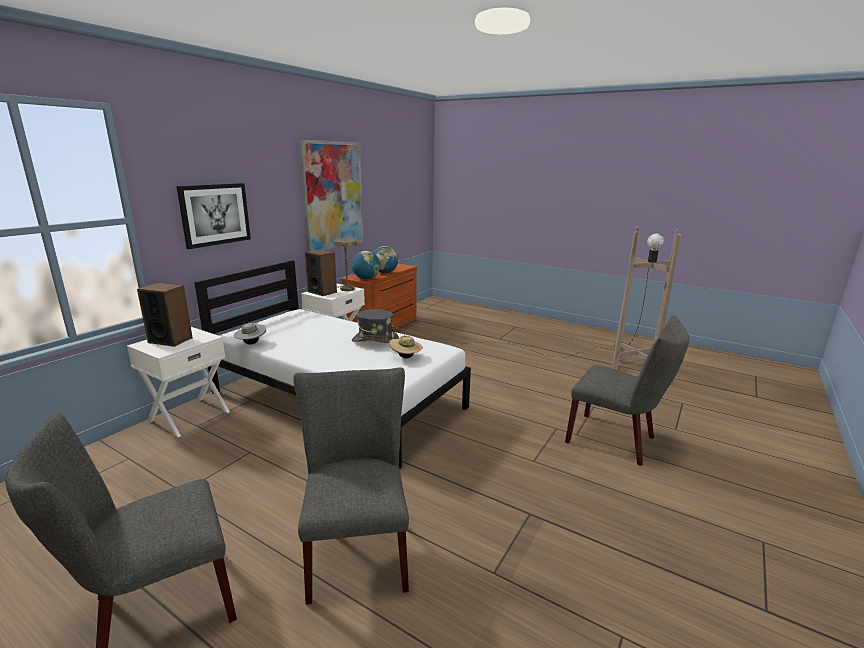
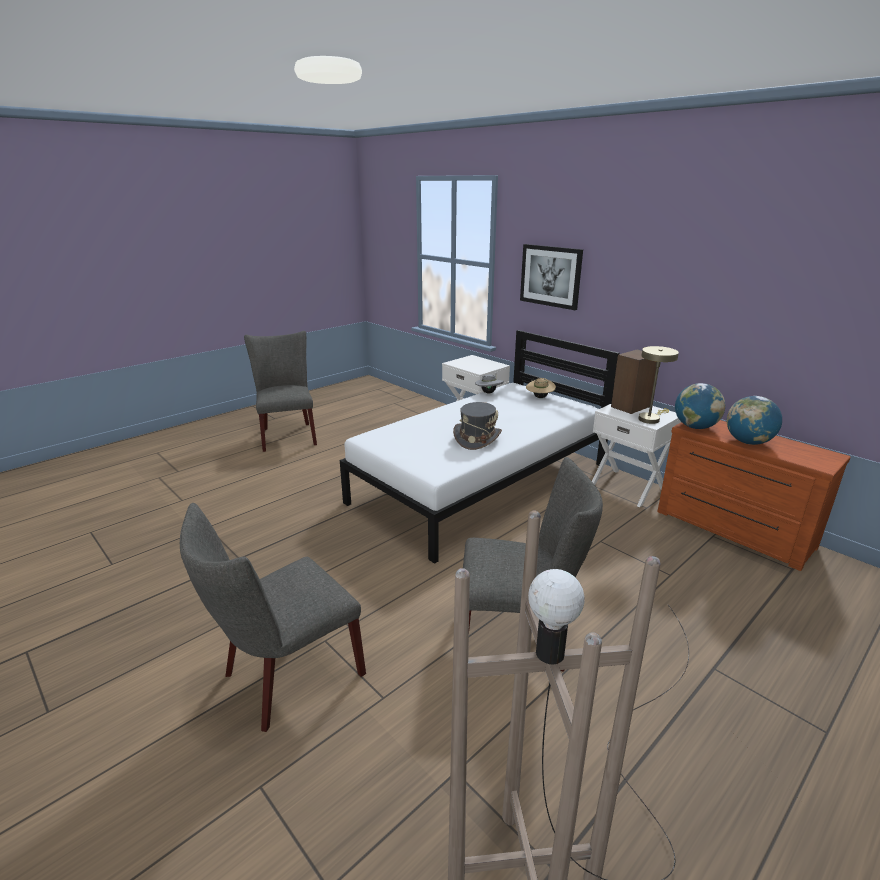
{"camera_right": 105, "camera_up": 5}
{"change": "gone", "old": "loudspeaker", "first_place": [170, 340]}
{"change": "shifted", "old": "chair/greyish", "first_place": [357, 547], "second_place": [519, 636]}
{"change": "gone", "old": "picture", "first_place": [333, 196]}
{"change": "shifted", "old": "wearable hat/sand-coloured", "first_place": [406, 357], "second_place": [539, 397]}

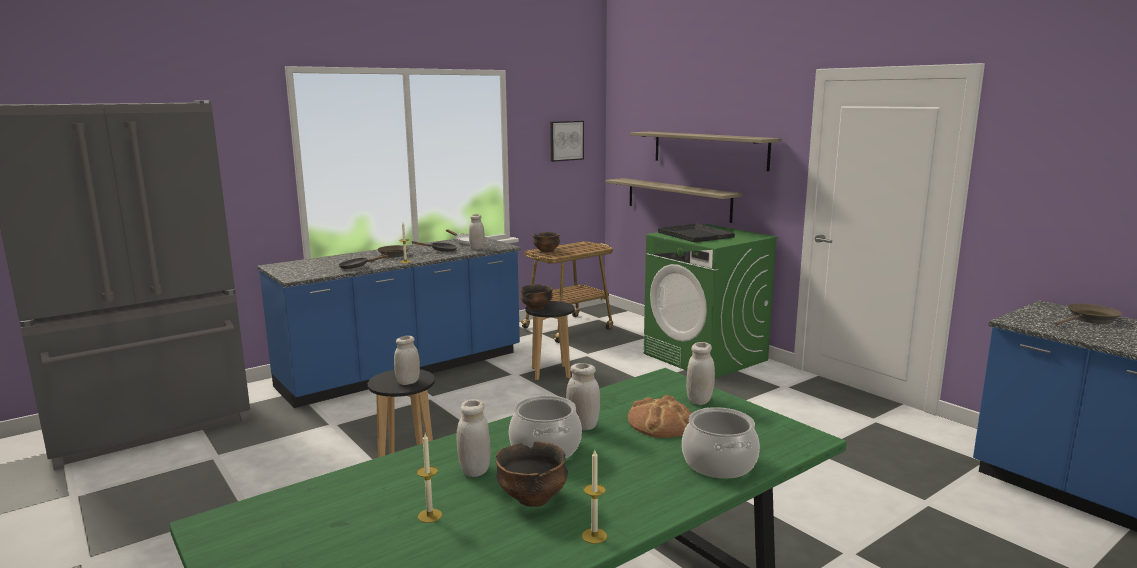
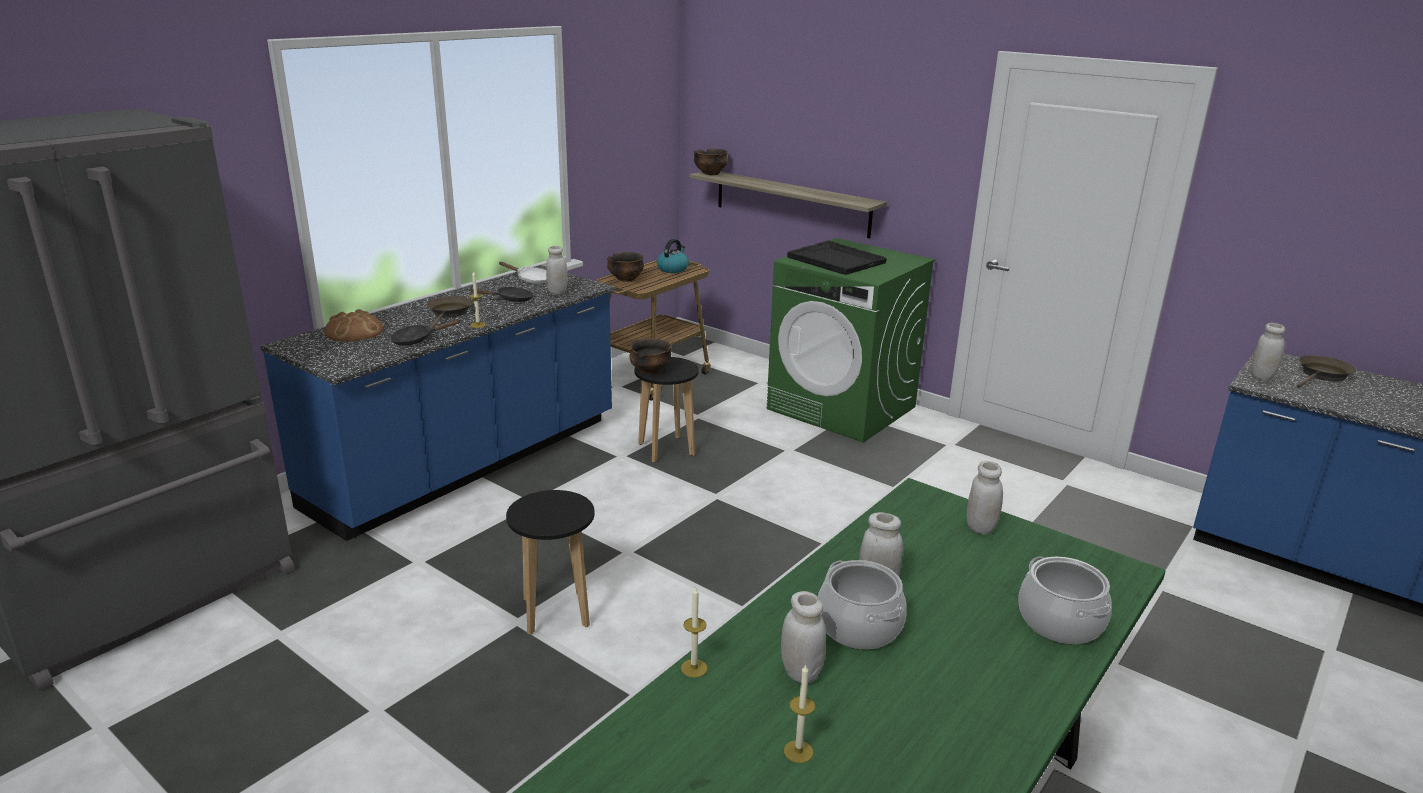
{"camera_right": -15, "camera_up": 10}
{"change": "shifted", "old": "jar/white", "first_place": [408, 382], "second_place": [1261, 377]}
{"change": "shifted", "old": "deep dish", "first_place": [533, 498], "second_place": [710, 173]}
{"change": "gone", "old": "picture", "first_place": [566, 140]}
{"change": "shifted", "old": "wax light", "first_place": [594, 536], "second_place": [694, 668]}
{"change": "shifted", "old": "bread", "first_place": [662, 422], "second_place": [354, 331]}
{"change": "gone", "old": "wall shelf", "first_place": [709, 150]}
{"change": "new", "new": "tea kettle", "second_place": [672, 269]}

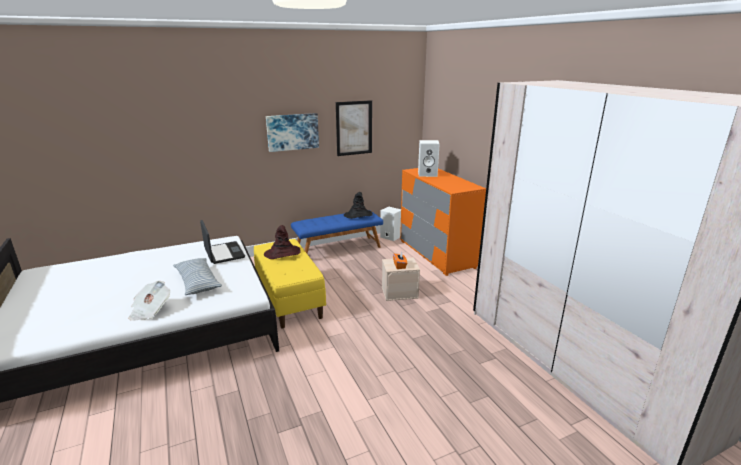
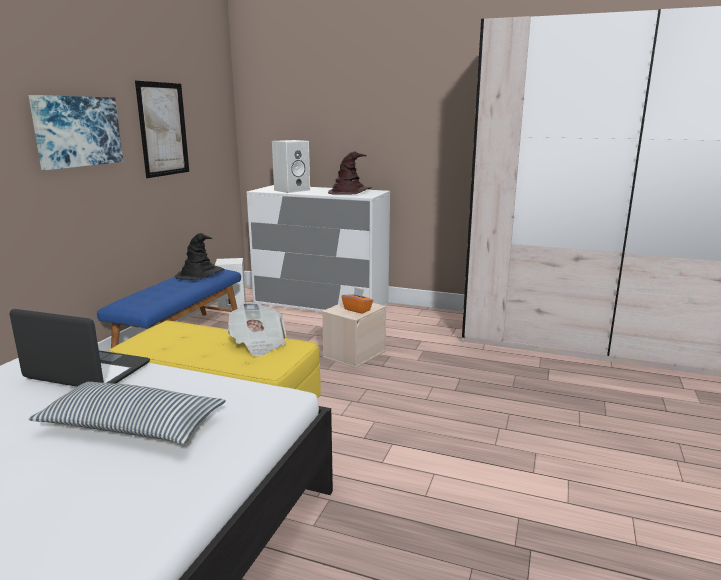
{"camera_right": -45, "camera_up": -5}
{"change": "shifted", "old": "newspaper", "first_place": [150, 310], "second_place": [258, 344]}
{"change": "shifted", "old": "wearable hat/brownish", "first_place": [282, 253], "second_place": [349, 192]}
{"change": "repainted", "old": "drawer chest/orange", "new": "drawer chest/white", "first_place": [436, 254], "second_place": [321, 304]}

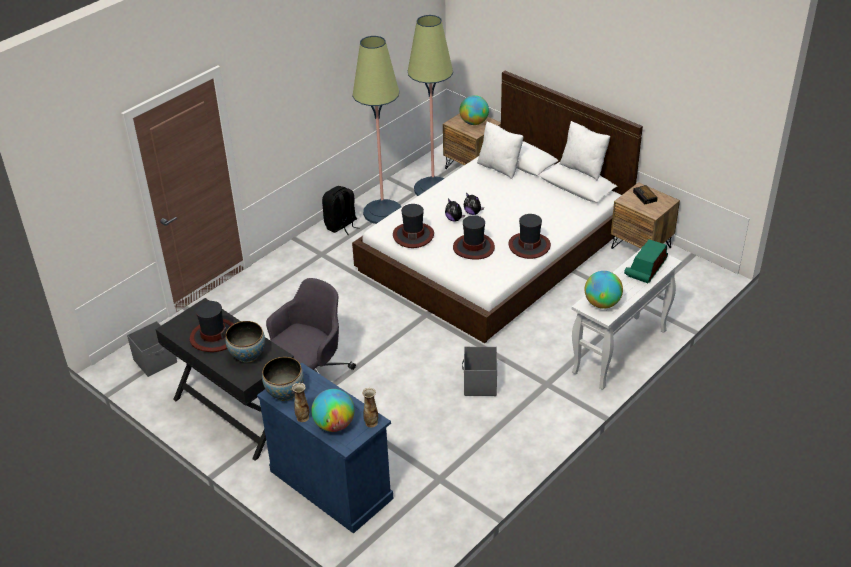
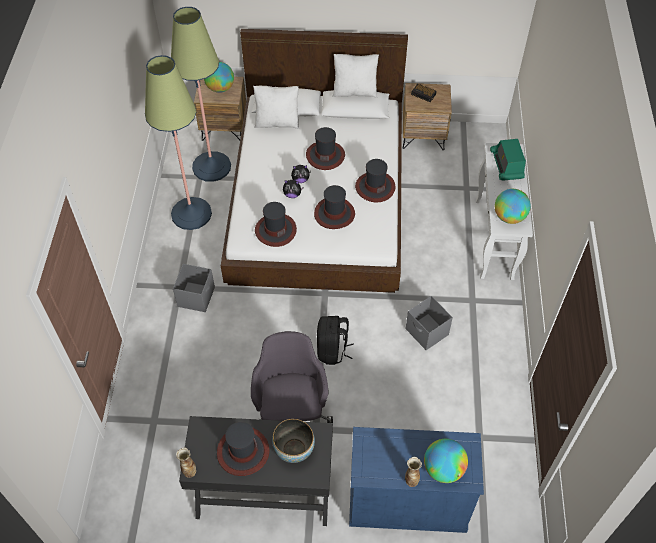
{"camera_right": -40, "camera_up": 15}
{"change": "shifted", "old": "storage bin/greyish", "first_place": [156, 361], "second_place": [196, 297]}
{"change": "gone", "old": "deep dish", "first_place": [285, 393]}
{"change": "shifted", "old": "knapsack/blackish", "first_place": [341, 226], "second_place": [332, 350]}
{"change": "shifted", "old": "vase", "first_place": [371, 422], "second_place": [189, 471]}
{"change": "new", "new": "wearable hat", "second_place": [325, 155]}

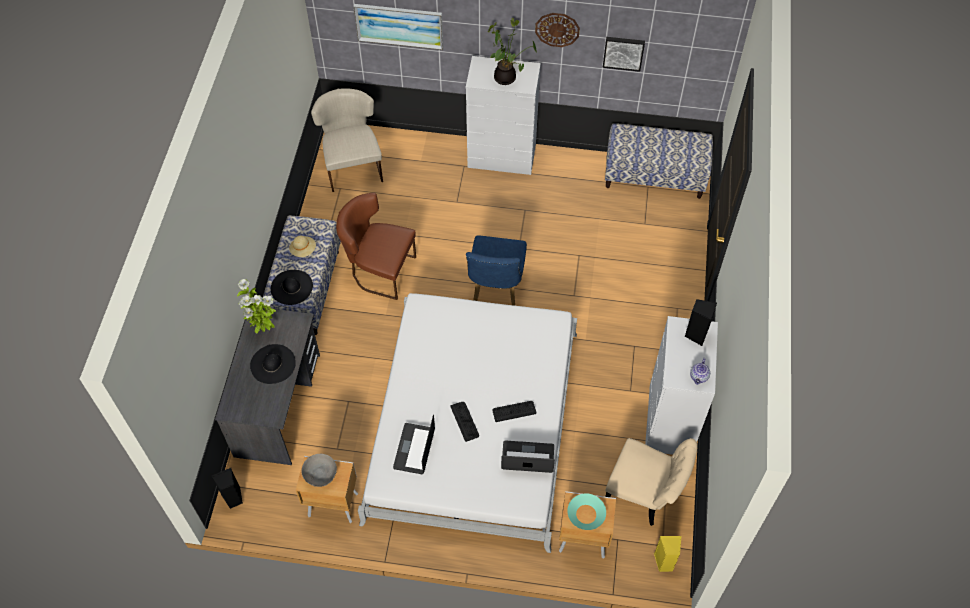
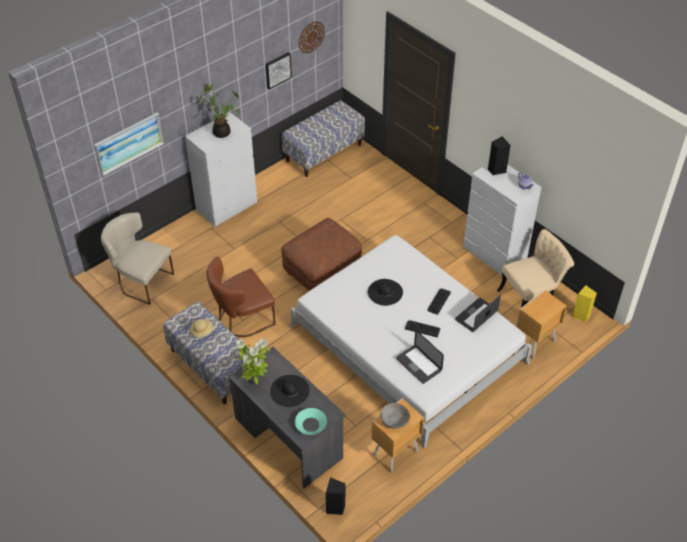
{"camera_right": -50, "camera_up": -10}
{"change": "shifted", "old": "wearable hat/blackish", "first_place": [292, 287], "second_place": [385, 292]}
{"change": "swapped", "old": "chair/blue-coloured", "new": "pouffe/brownish", "first_place": [495, 289], "second_place": [322, 272]}
{"change": "shifted", "old": "clock on the wall", "first_place": [557, 29], "second_place": [311, 37]}
{"change": "shifted", "old": "deep dish/blue-green", "first_place": [586, 514], "second_place": [311, 424]}

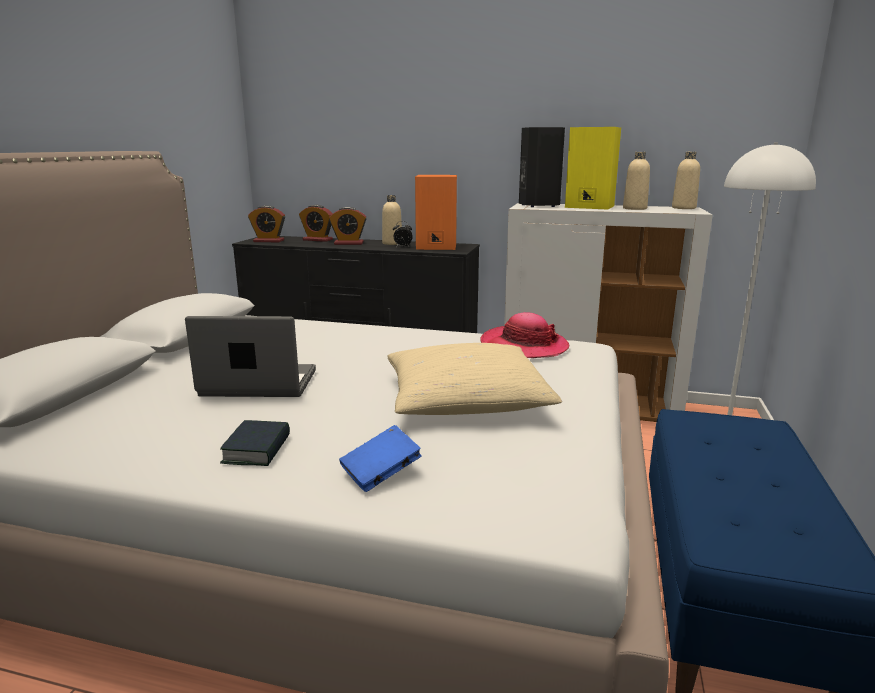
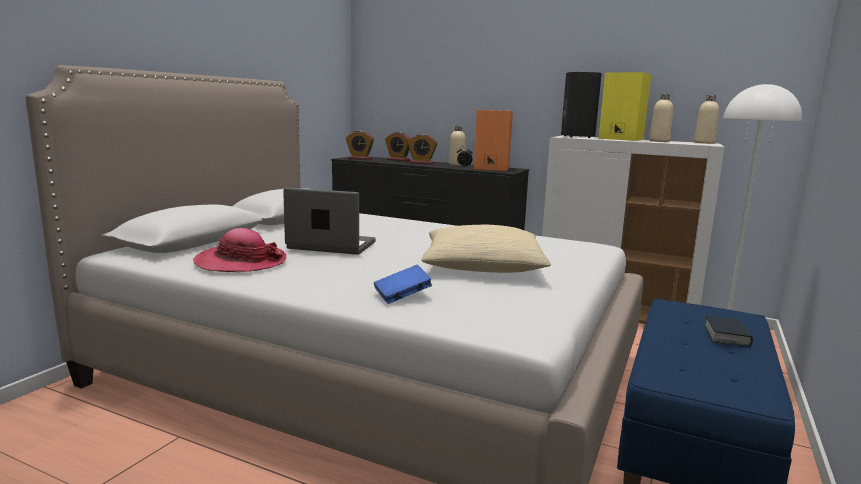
{"camera_right": 10, "camera_up": -5}
{"change": "shifted", "old": "bound book", "first_place": [257, 449], "second_place": [726, 336]}
{"change": "shifted", "old": "wearable hat", "first_place": [523, 346], "second_place": [241, 262]}

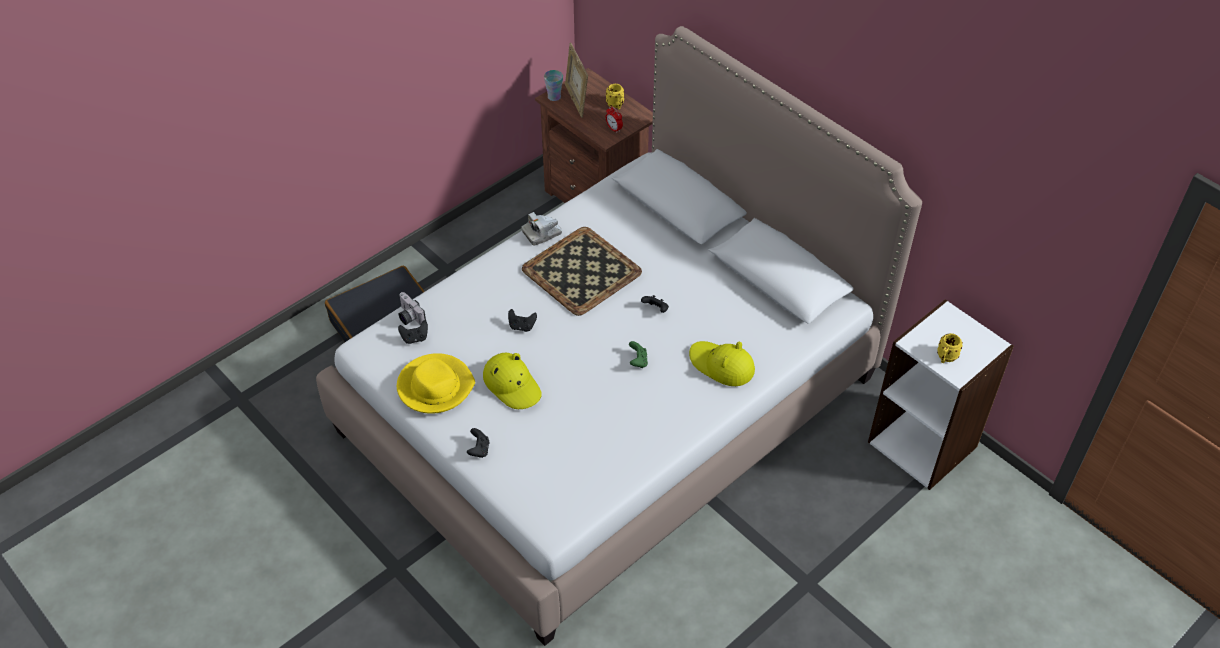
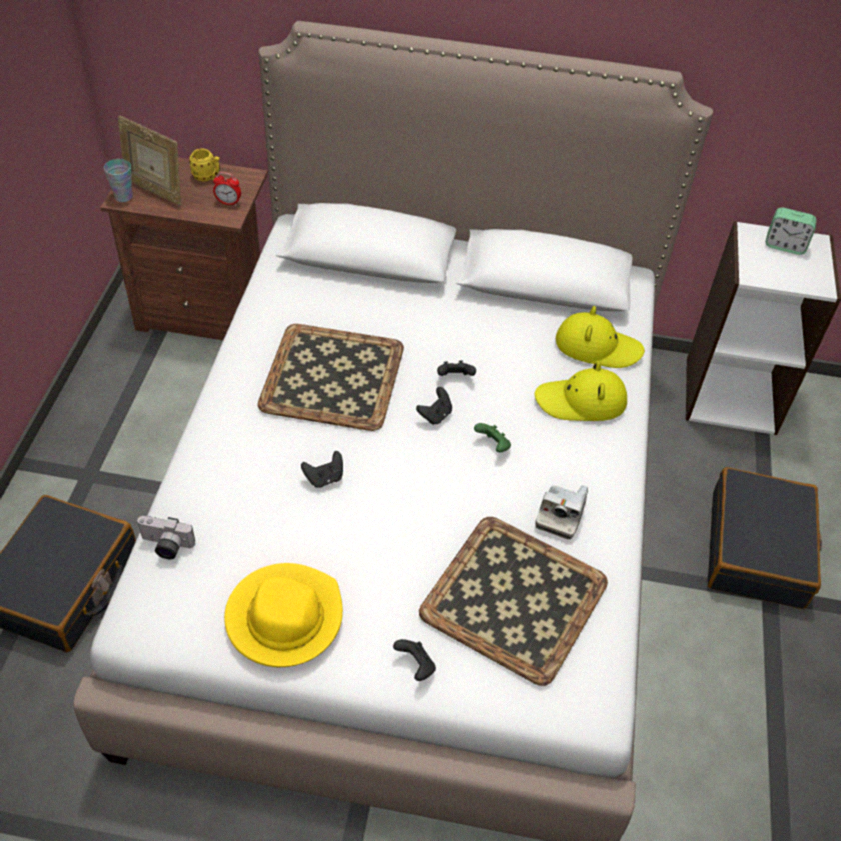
{"camera_right": -40, "camera_up": 0}
{"change": "shifted", "old": "gamepad/blackish", "first_place": [415, 338], "second_place": [435, 415]}
{"change": "shifted", "old": "wearable hat/yellow-coloured", "first_place": [512, 385], "second_place": [597, 347]}
{"change": "shifted", "old": "photo camera", "first_place": [542, 233], "second_place": [560, 515]}
{"change": "gone", "old": "tea mug/yellow-coloured", "first_place": [945, 358]}
{"change": "new", "new": "carrying tray", "second_place": [516, 597]}
{"change": "new", "new": "piece of luggage/blackish", "second_place": [758, 549]}
{"change": "new", "new": "bedside clock", "second_place": [785, 245]}

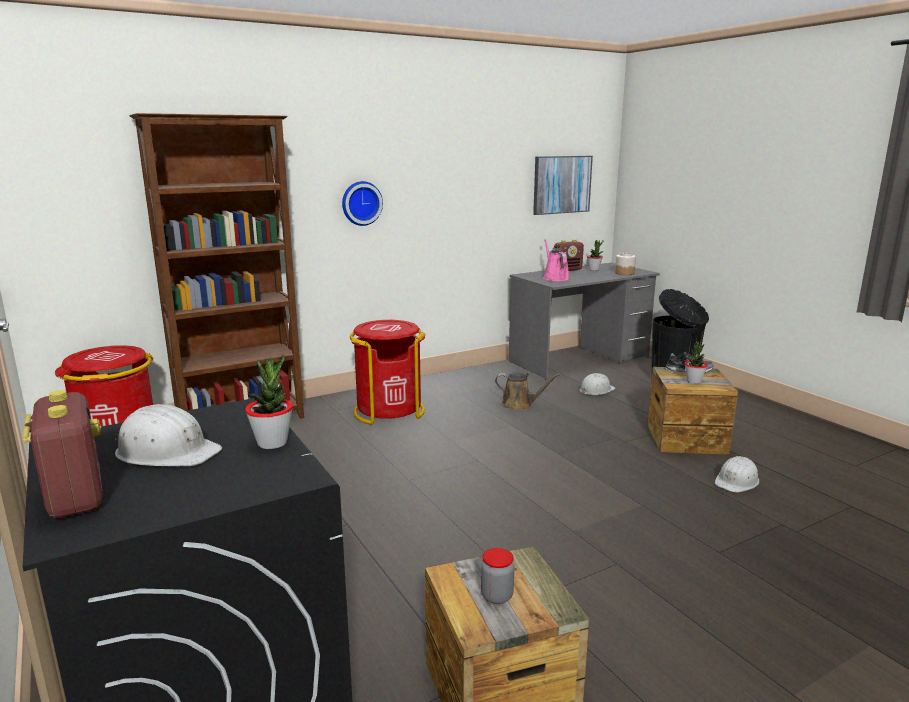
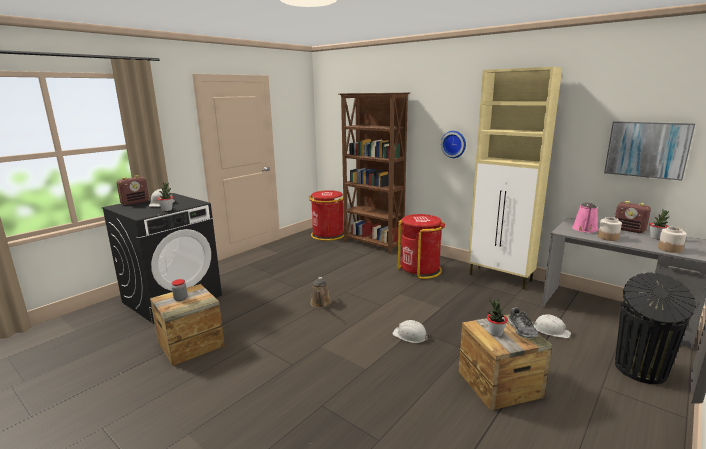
{"camera_right": 70, "camera_up": 0}
{"change": "shifted", "old": "sprinkling can/brownish", "first_place": [520, 405], "second_place": [321, 304]}
{"change": "rotated", "old": "sprinkling can/pink", "first_place": [555, 278], "second_place": [585, 229], "degrees": 150}
{"change": "shifted", "old": "hard hat/white", "first_place": [737, 481], "second_place": [410, 335]}
{"change": "new", "new": "cabinet/sand-coloured", "second_place": [501, 278]}
{"change": "new", "new": "jar", "second_place": [608, 237]}

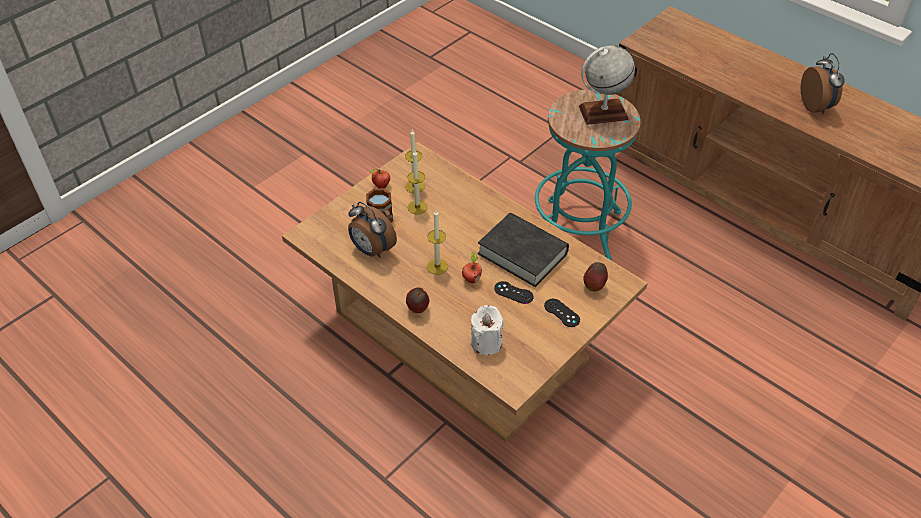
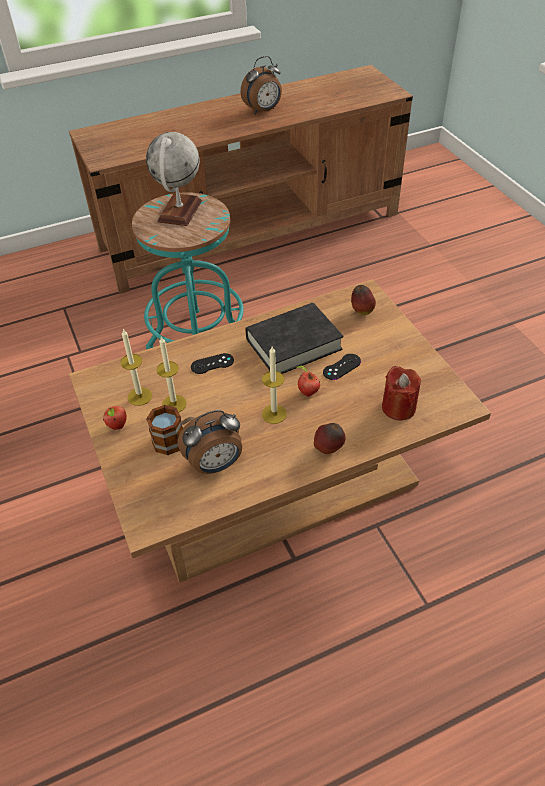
{"camera_right": -65, "camera_up": 0}
{"change": "repainted", "old": "wax light/white", "new": "wax light/red", "first_place": [486, 343], "second_place": [398, 407]}
{"change": "shifted", "old": "gamepad/blackish", "first_place": [562, 313], "second_place": [212, 364]}
{"change": "rotated", "old": "bedside clock", "first_place": [816, 106], "second_place": [263, 111], "degrees": 135}

